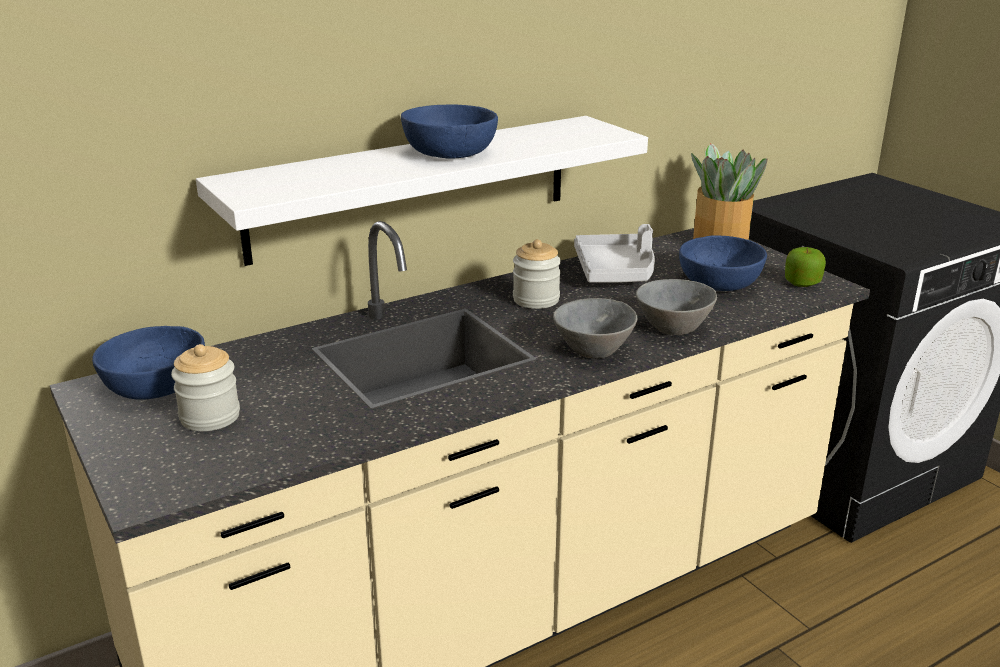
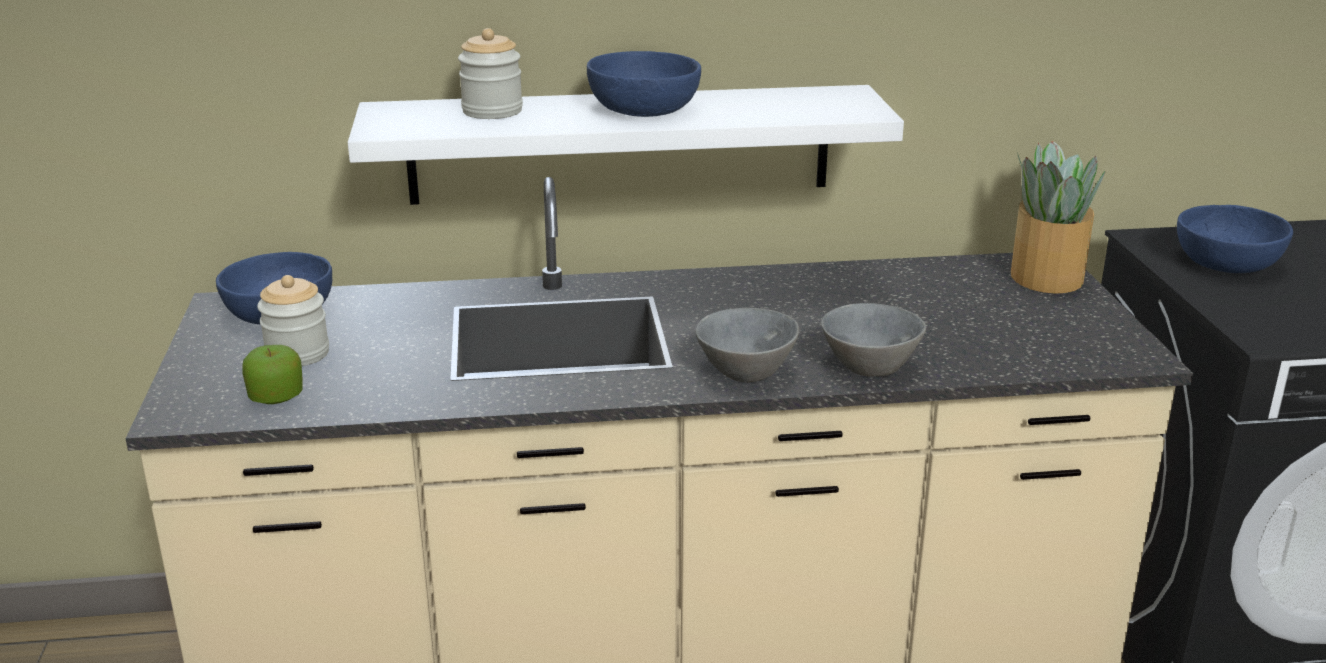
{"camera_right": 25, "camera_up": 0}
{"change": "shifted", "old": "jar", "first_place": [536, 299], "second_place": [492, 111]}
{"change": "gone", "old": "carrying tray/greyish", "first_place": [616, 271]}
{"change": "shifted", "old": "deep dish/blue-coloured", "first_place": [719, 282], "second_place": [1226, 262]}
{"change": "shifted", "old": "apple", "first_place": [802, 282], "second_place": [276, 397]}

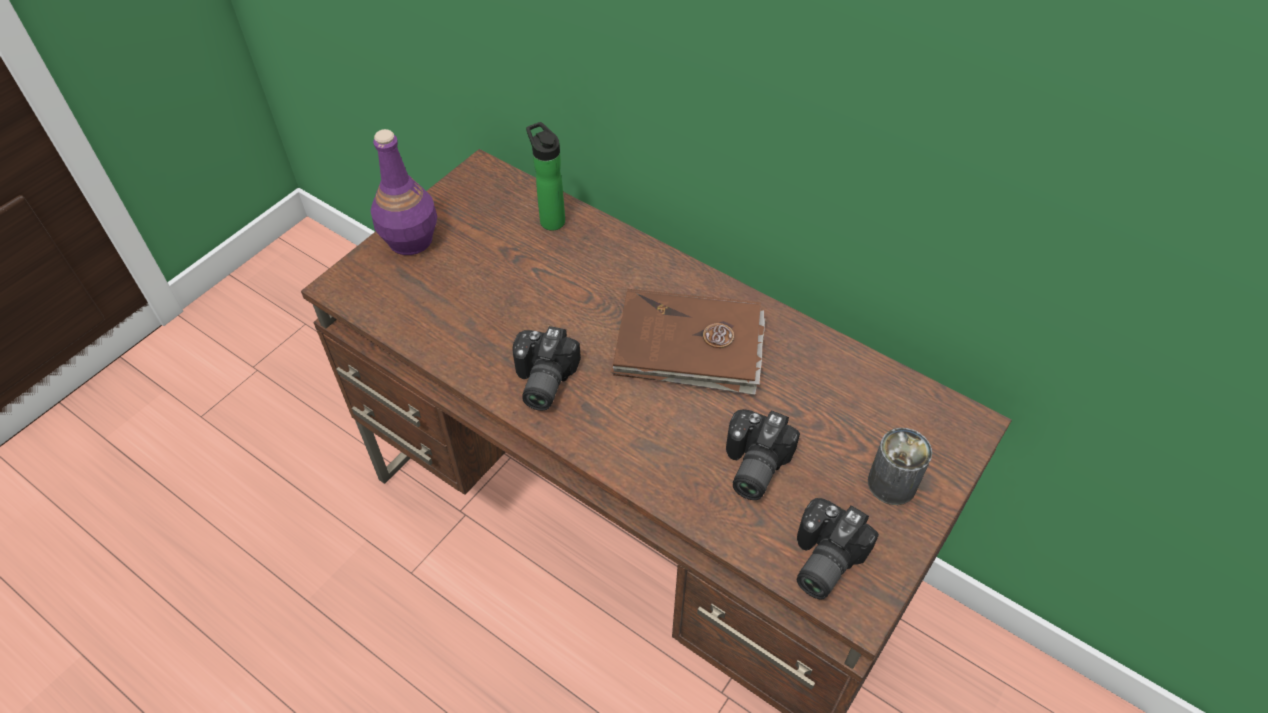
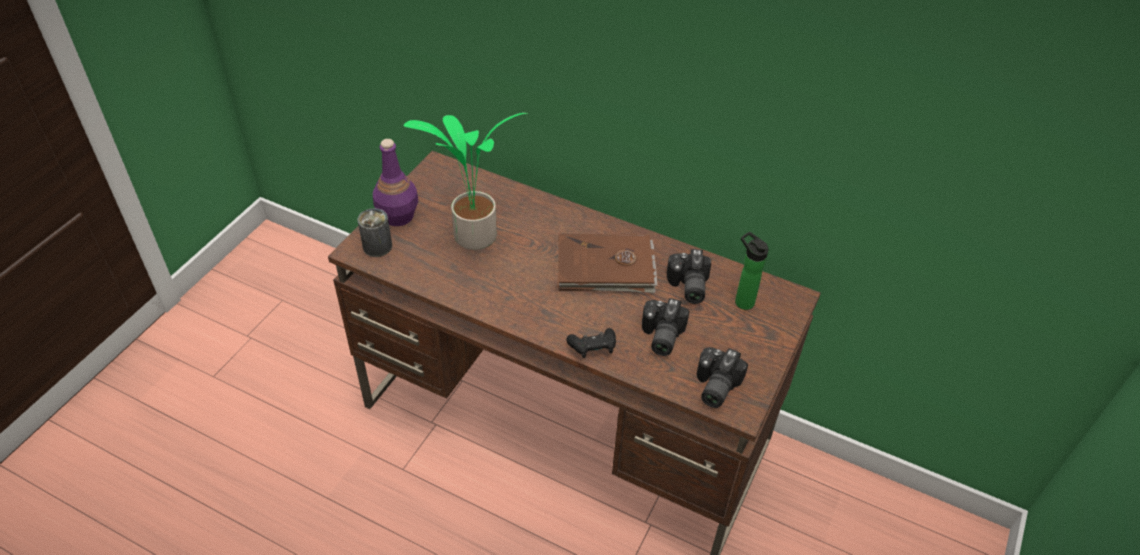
{"camera_right": -10, "camera_up": -5}
{"change": "shifted", "old": "photo camera", "first_place": [540, 381], "second_place": [687, 286]}
{"change": "shifted", "old": "beverage bottle", "first_place": [550, 219], "second_place": [742, 300]}
{"change": "shifted", "old": "sealed can", "first_place": [892, 483], "second_place": [377, 246]}
{"change": "new", "new": "plant in a pot", "second_place": [473, 238]}
{"change": "new", "new": "gamepad/blackish", "second_place": [593, 349]}

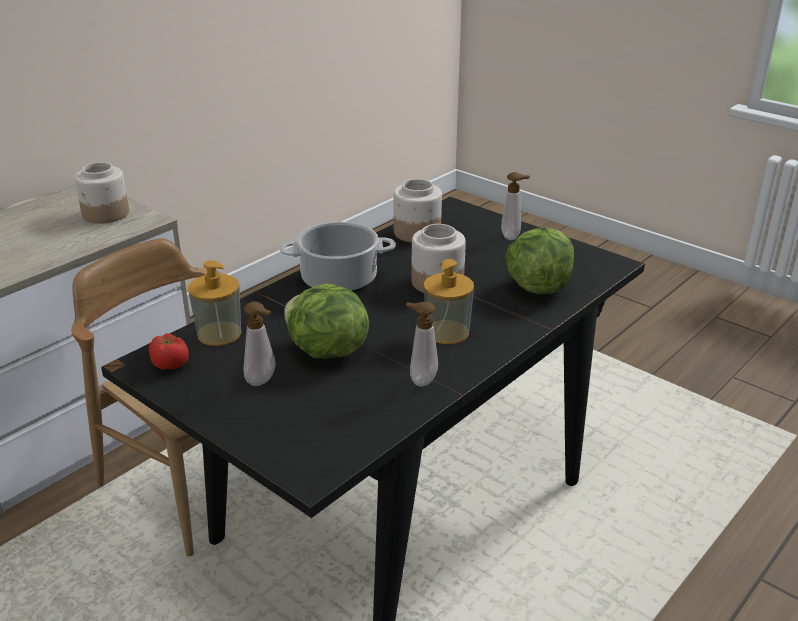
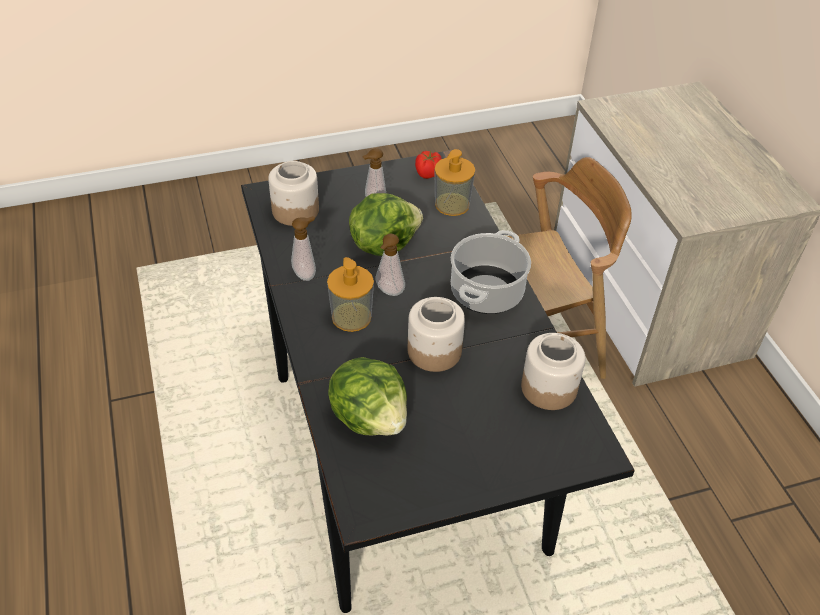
{"camera_right": 120, "camera_up": 15}
{"change": "shifted", "old": "jar", "first_place": [105, 214], "second_place": [295, 210]}
{"change": "shifted", "old": "soap dispenser", "first_place": [512, 236], "second_place": [388, 292]}

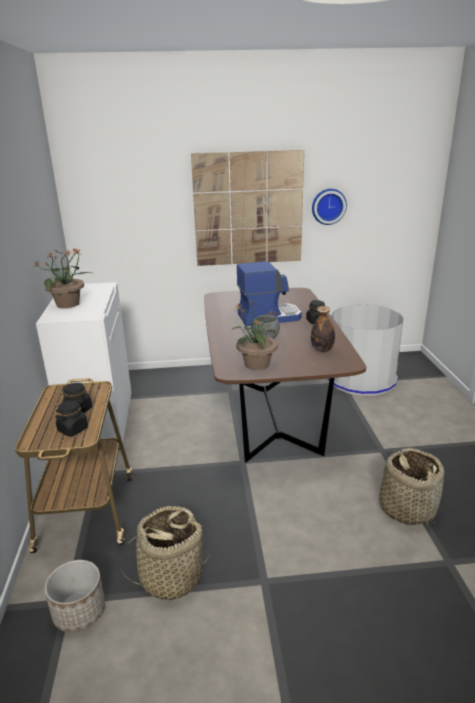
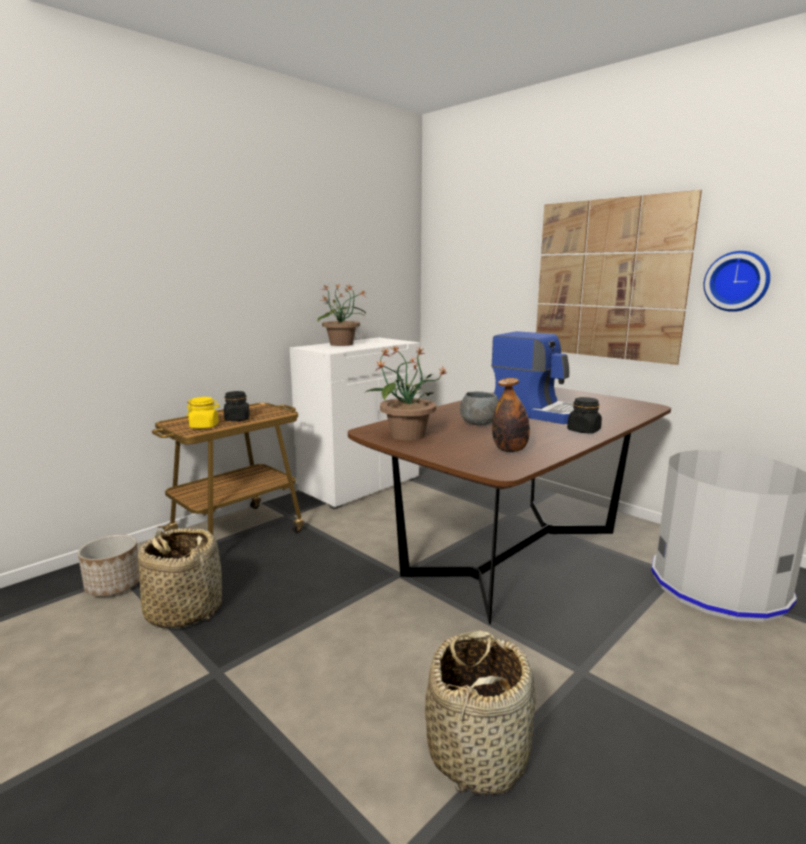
{"camera_right": 50, "camera_up": -10}
{"change": "repainted", "old": "jar/blackish", "new": "jar/yellow-coloured", "first_place": [73, 429], "second_place": [204, 426]}

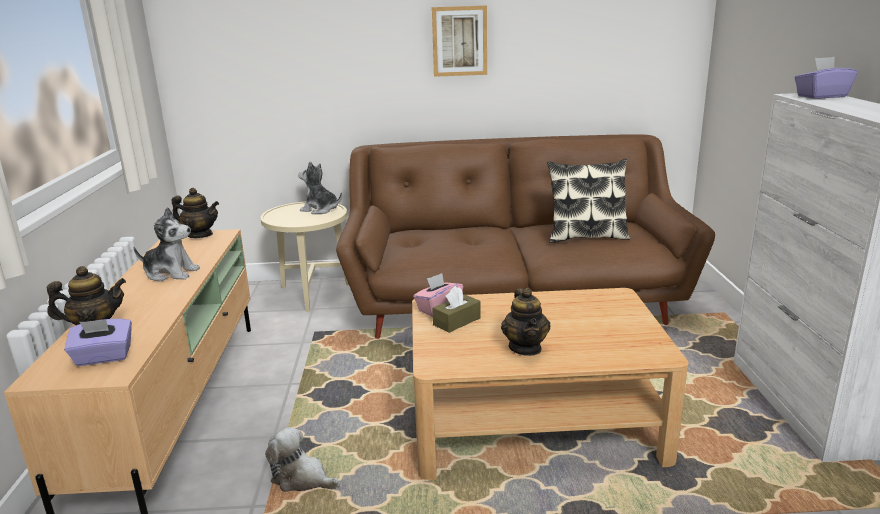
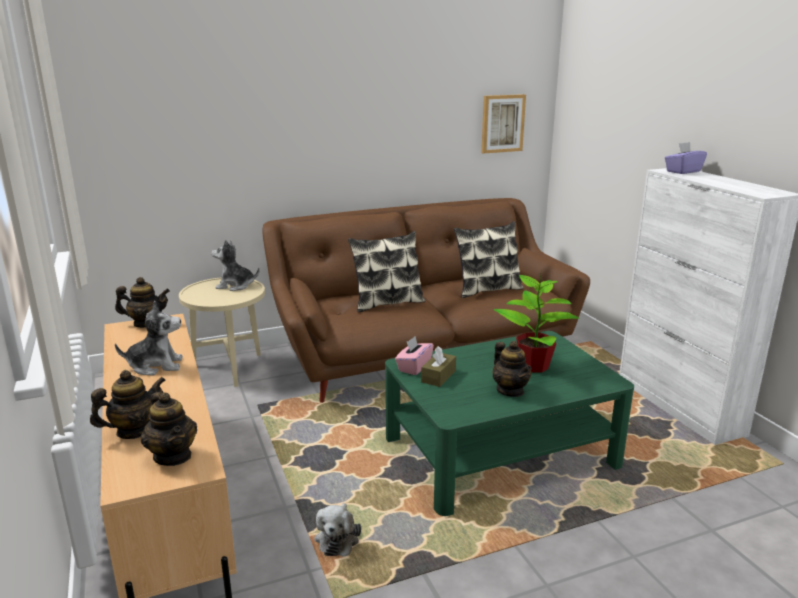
{"camera_right": -20, "camera_up": 0}
{"change": "swapped", "old": "tissue holder/purple", "new": "tea pot", "first_place": [103, 357], "second_place": [173, 456]}
{"change": "rotated", "old": "plush toy", "first_place": [301, 479], "second_place": [337, 538], "degrees": -90}
{"change": "repainted", "old": "low table/sand-coloured", "new": "low table/greenish", "first_place": [534, 420], "second_place": [500, 451]}
{"change": "shifted", "old": "picture", "first_place": [459, 41], "second_place": [502, 123]}
{"change": "new", "new": "cushion", "second_place": [387, 303]}
{"change": "new", "new": "plant in a pot", "second_place": [534, 366]}

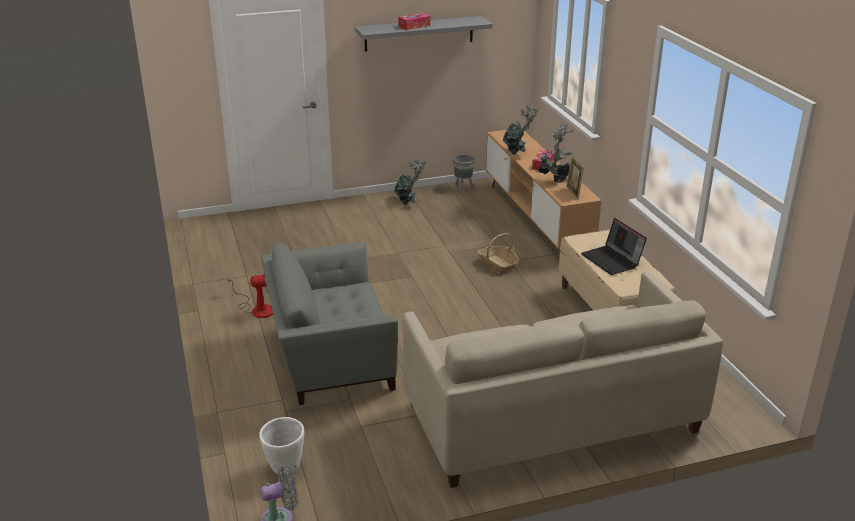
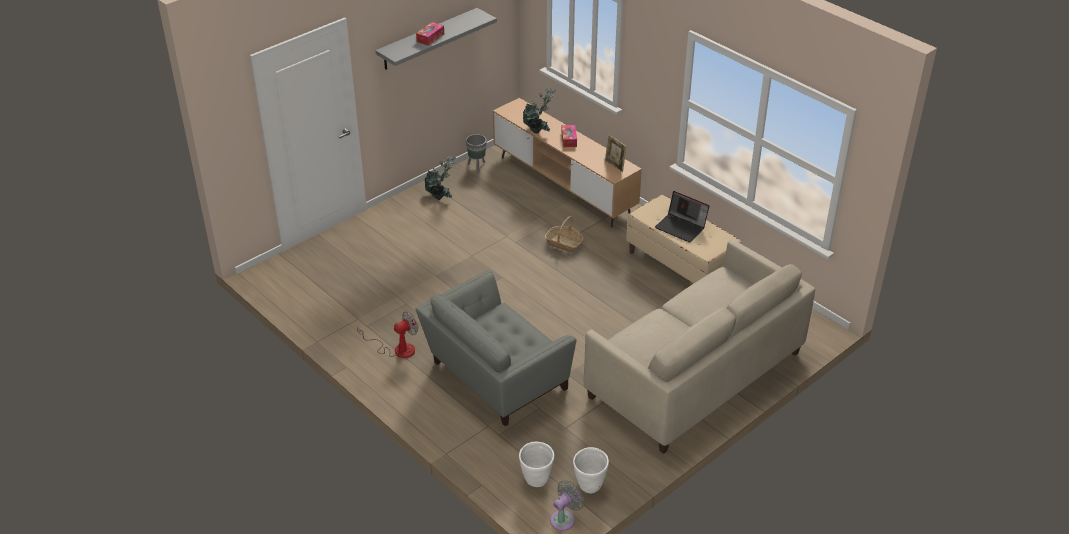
{"camera_right": -25, "camera_up": 10}
{"change": "gone", "old": "plant in a pot", "first_place": [556, 180]}
{"change": "new", "new": "planter/white", "second_place": [589, 486]}

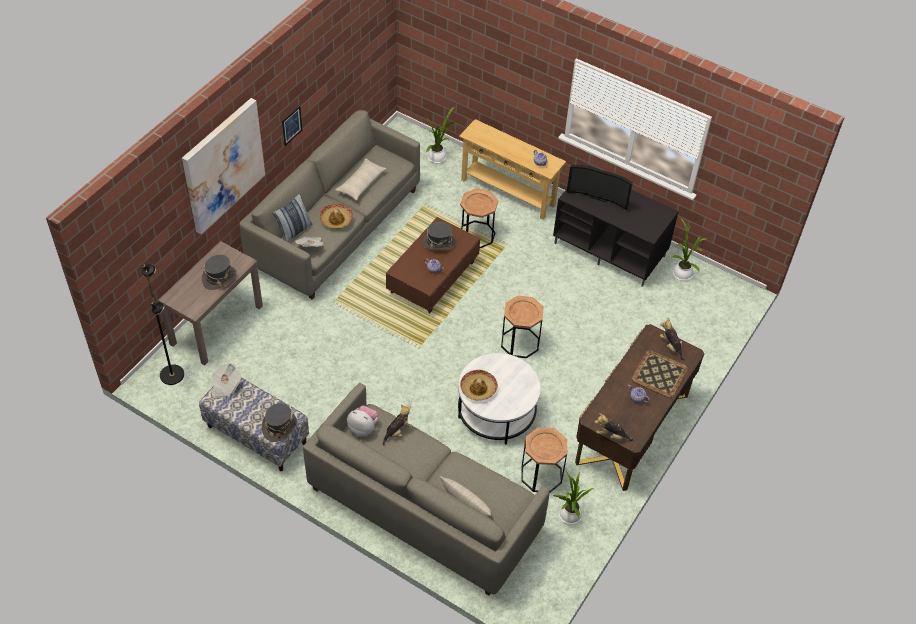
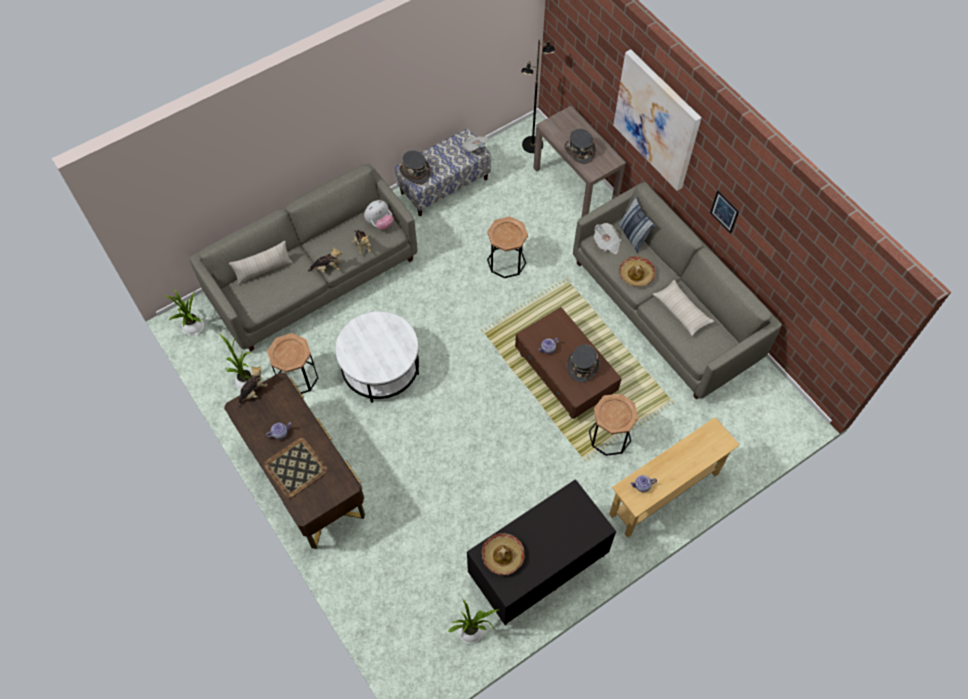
{"camera_right": 115, "camera_up": 10}
{"change": "shifted", "old": "plant in a pot", "first_place": [438, 157], "second_place": [193, 329]}
{"change": "shifted", "old": "wearable hat", "first_place": [478, 388], "second_place": [503, 555]}
{"change": "shifted", "old": "side table/brownish", "first_place": [520, 342], "second_place": [506, 261]}
{"change": "gone", "old": "television", "first_place": [599, 196]}
{"change": "shifted", "old": "plush toy", "first_place": [671, 346], "second_place": [327, 268]}

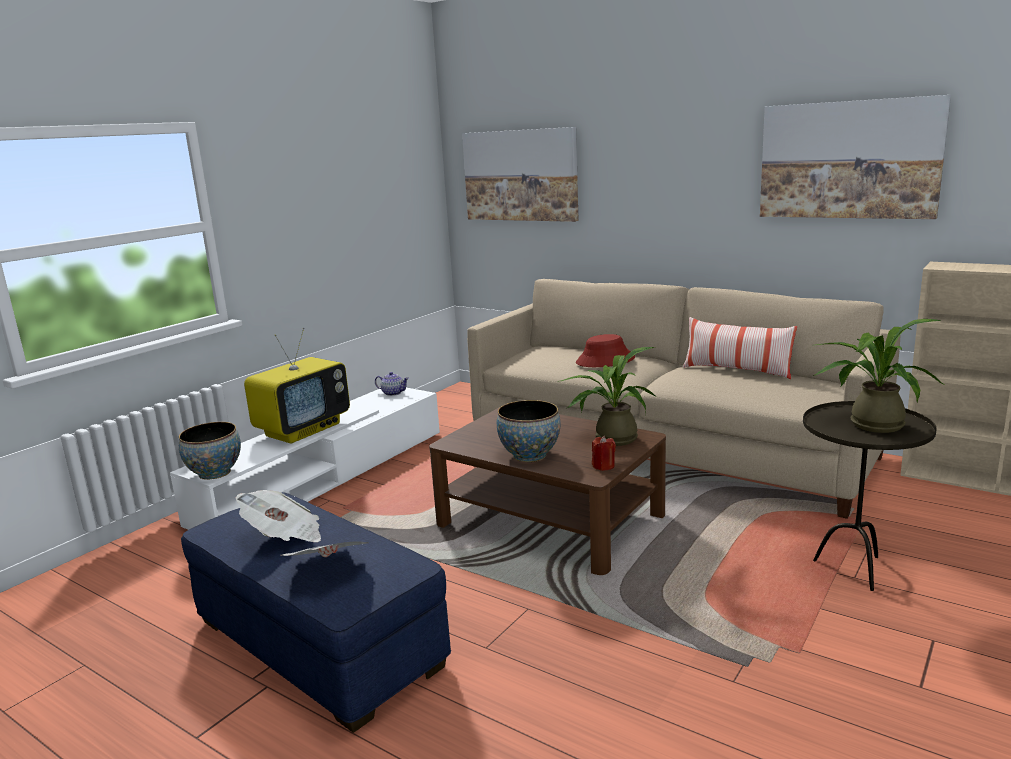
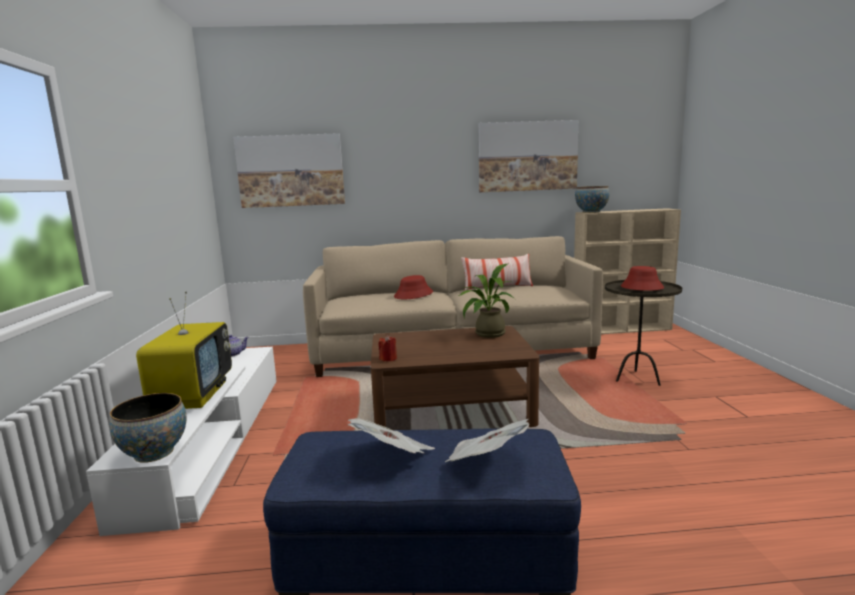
{"camera_right": -40, "camera_up": -5}
{"change": "shifted", "old": "deep dish", "first_place": [529, 455], "second_place": [591, 212]}
{"change": "shifted", "old": "wax light/red", "first_place": [603, 466], "second_place": [388, 359]}
{"change": "swapped", "old": "plant in a pot", "new": "wearable hat/red", "first_place": [870, 423], "second_place": [641, 287]}

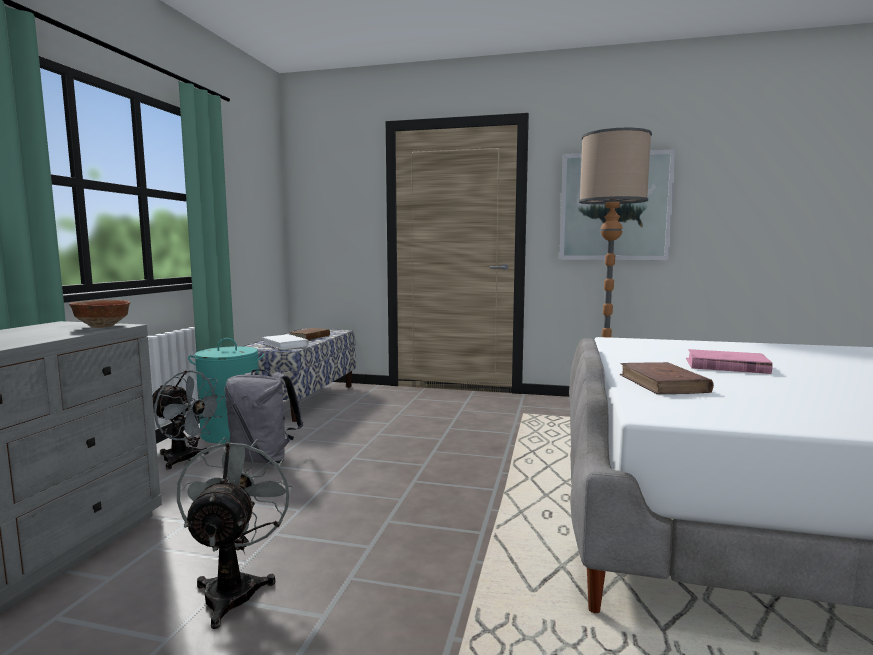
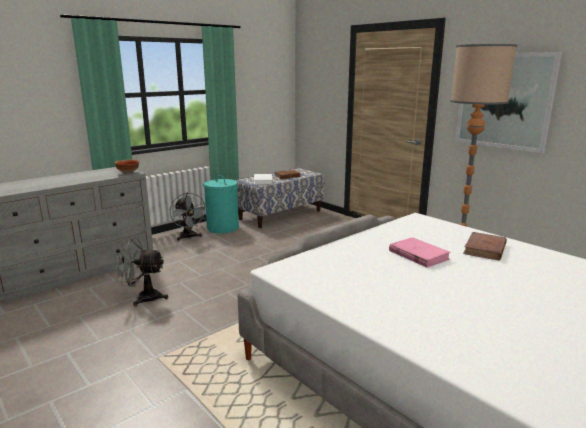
{"camera_right": 35, "camera_up": 10}
{"change": "rotated", "old": "cooling fan/greyish", "first_place": [234, 588], "second_place": [143, 298], "degrees": -120}
{"change": "gone", "old": "knapsack/greyish", "first_place": [264, 459]}
{"change": "shifted", "old": "bound book/brownish", "first_place": [663, 383], "second_place": [485, 249]}

